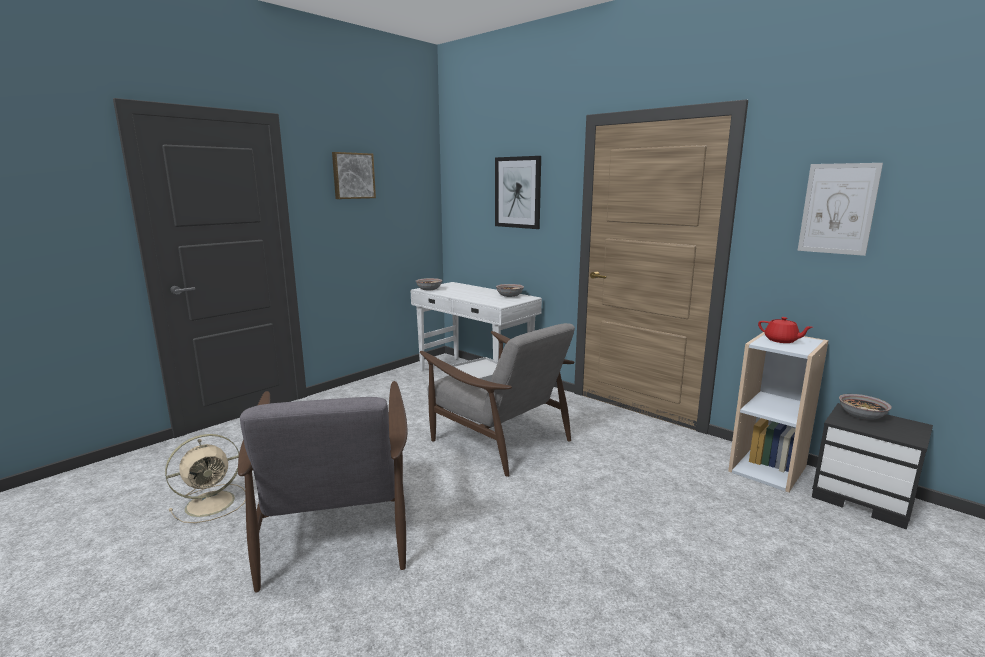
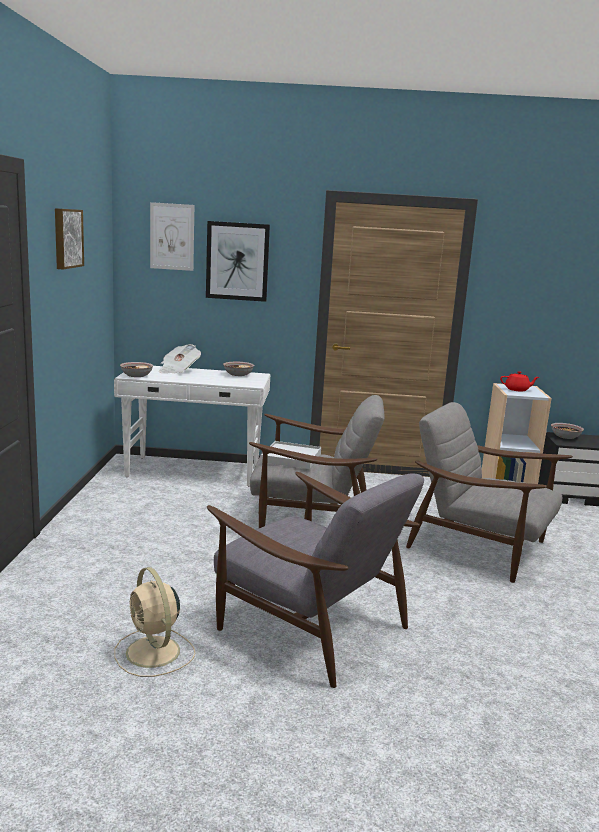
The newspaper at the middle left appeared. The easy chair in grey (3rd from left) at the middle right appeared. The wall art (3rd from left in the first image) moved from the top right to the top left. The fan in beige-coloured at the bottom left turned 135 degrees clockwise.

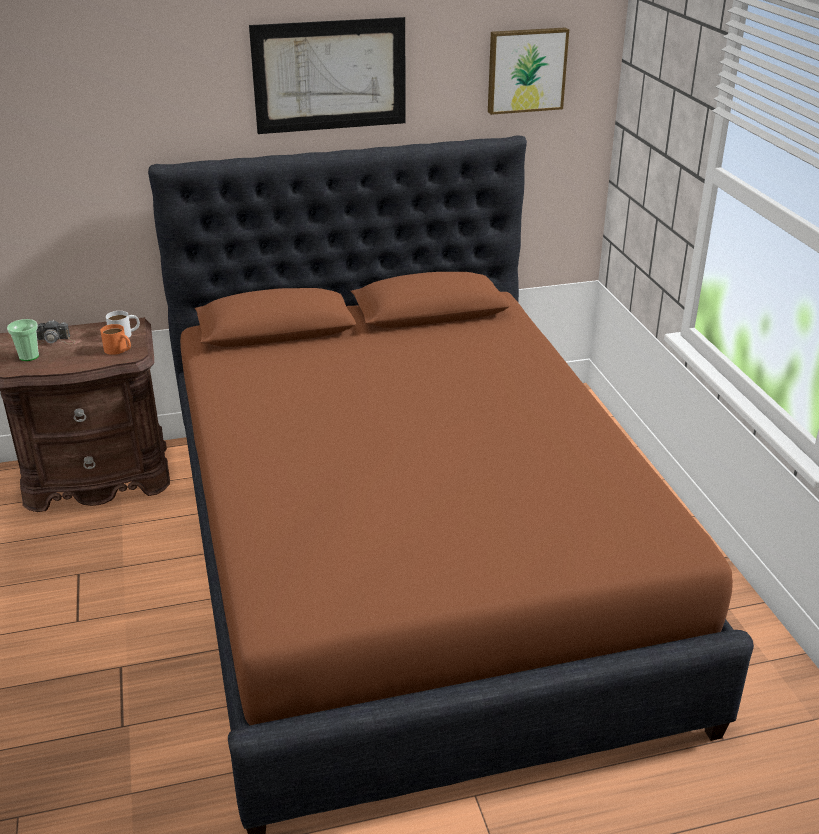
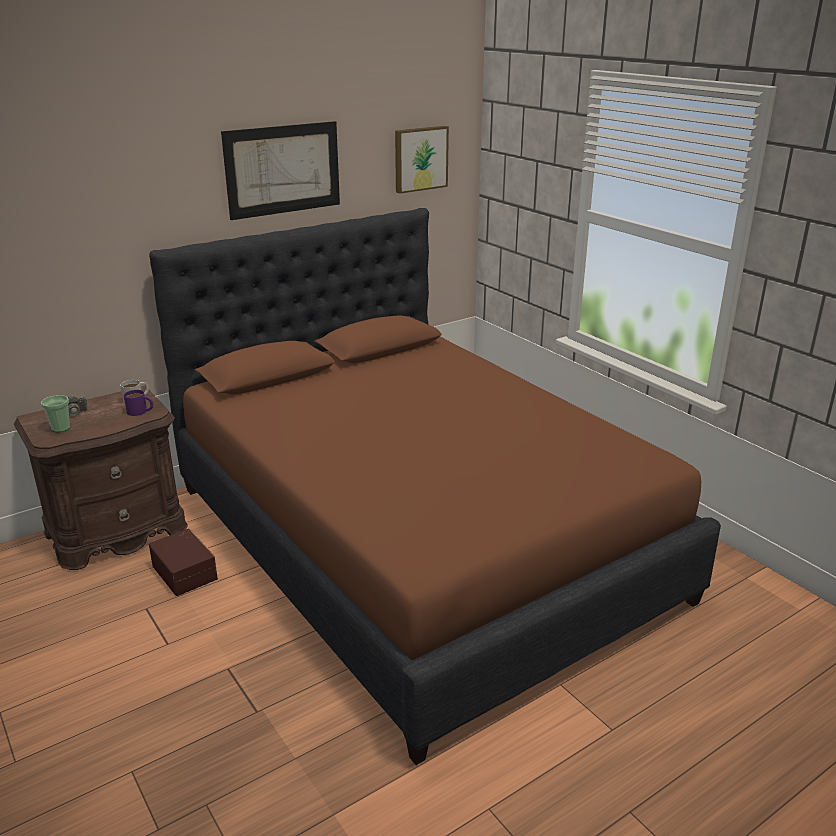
The storage box in brown-coloured at the bottom left appeared. The mug in orange-coloured at the middle left became the mug in purplish at the middle left.

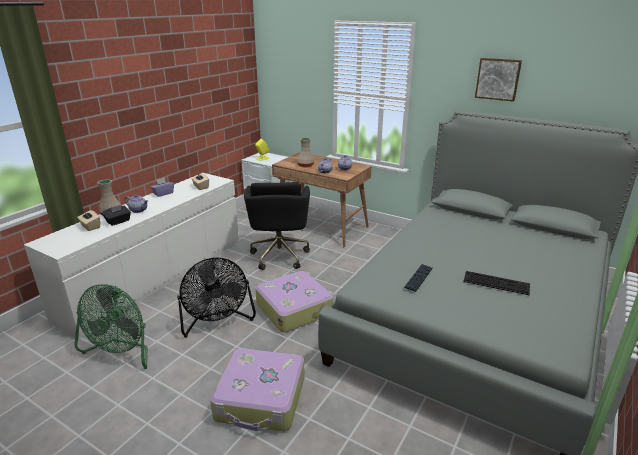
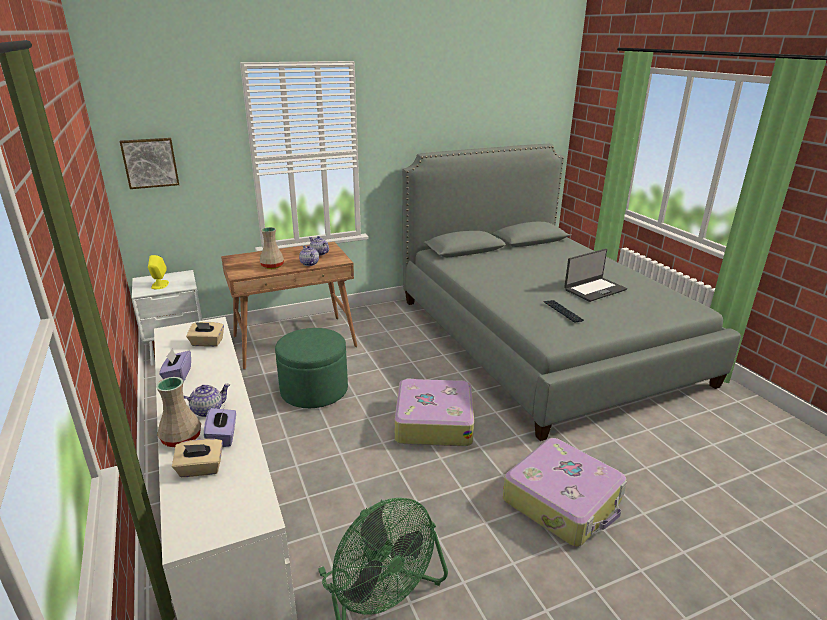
The fan in black at the centre disappeared. The wall art moved from the top right to the top left. The computer chair in black at the centre was replaced by the ottoman in green-coloured at the centre. The PC keyboard (2nd from left) at the middle right was replaced by the portable computer at the middle right. The box of tissues in black at the middle left became the box of tissues in purplish (2nd from left) at the bottom left.

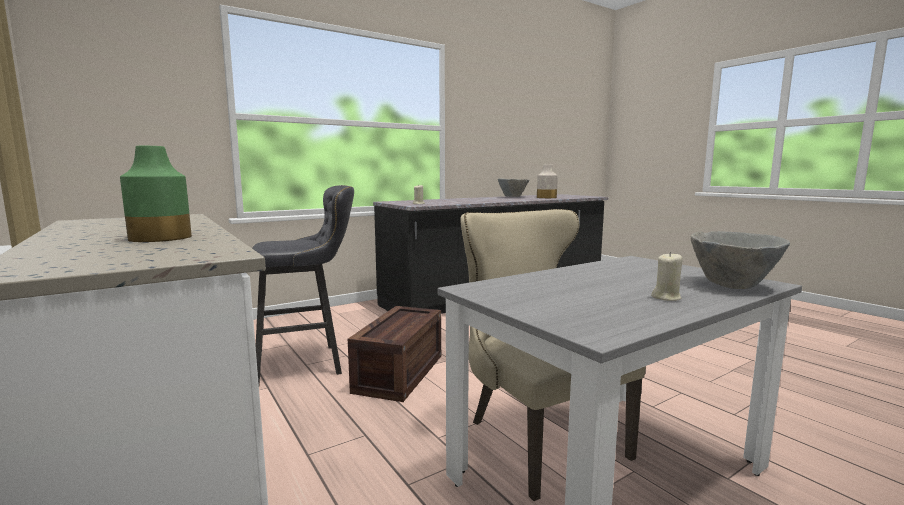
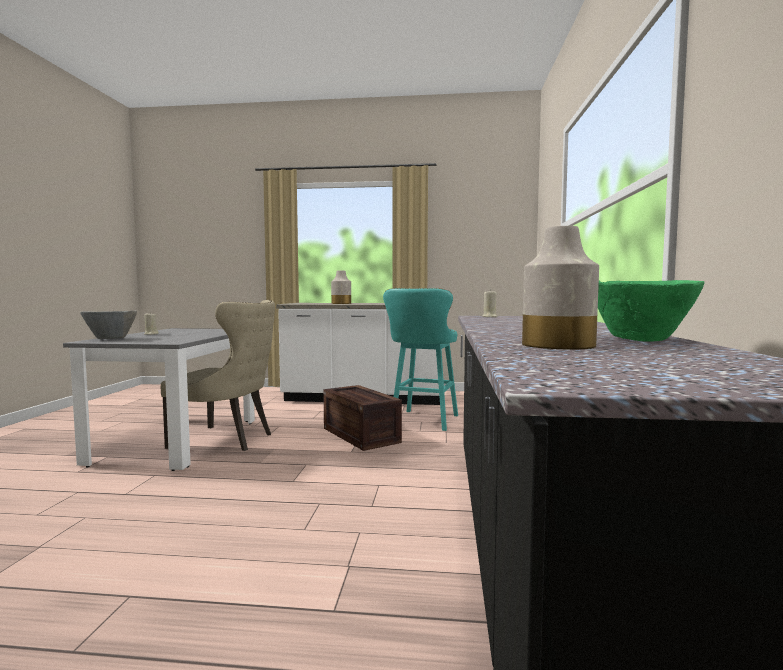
The vase in green-coloured at the middle left became the vase in beige-coloured (1st from left) at the centre. The stool seat in black at the centre became the stool seat in blue-green at the centre. The bowl in grey (1st from left) at the centre became the bowl in green-coloured at the middle right.

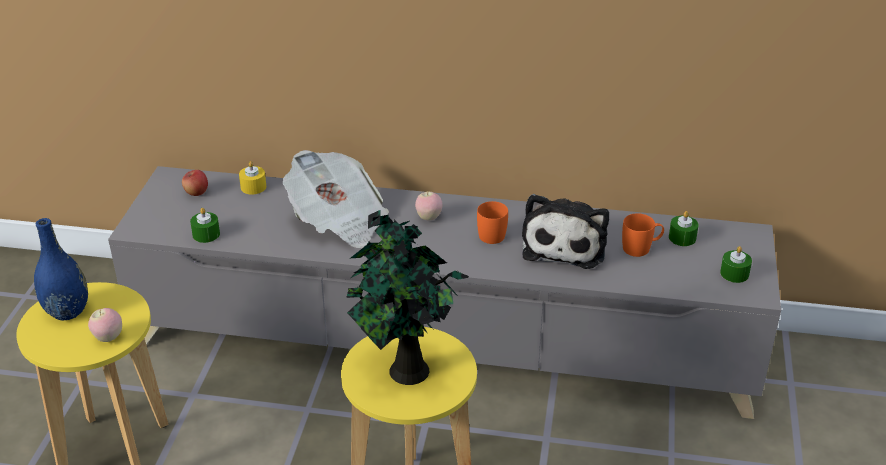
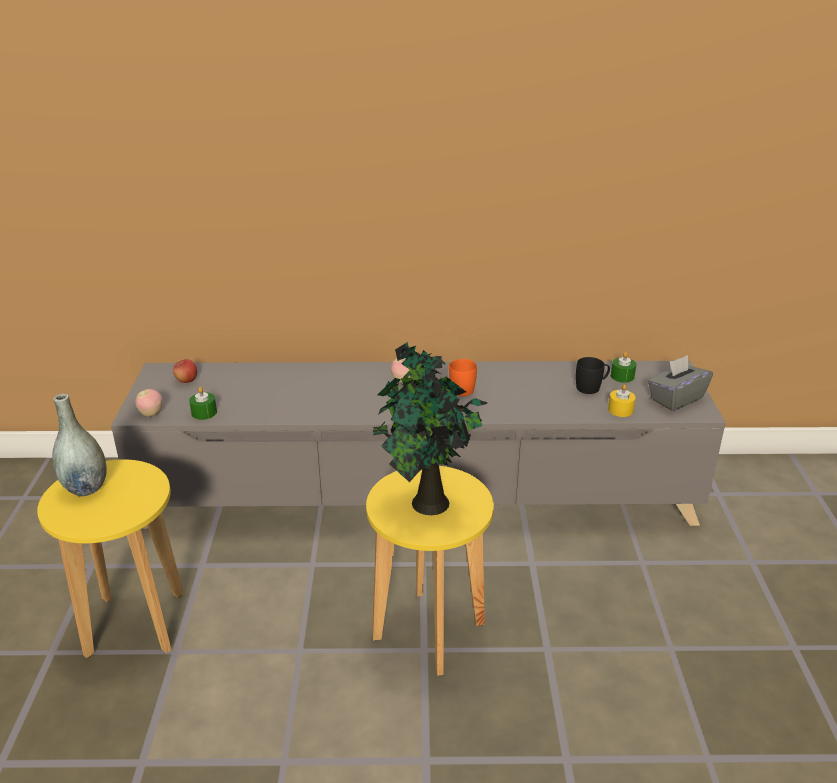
The newspaper at the centre disappeared. The soft toy at the centre disappeared. The apple (1st from left) moved from the bottom left to the middle left. The candle in yellowish moved from the middle left to the middle right. The candle in green-coloured (3rd from left) at the middle right was replaced by the box of tissues in grey at the middle right. The vase in blue at the middle left became the vase in grey at the middle left. The mug in orange-coloured (2nd from left) at the middle right became the mug in black at the middle right.

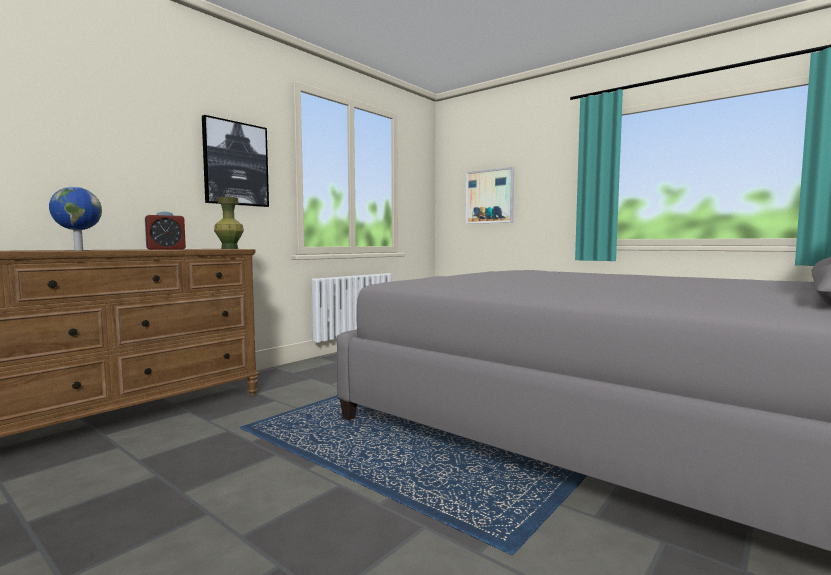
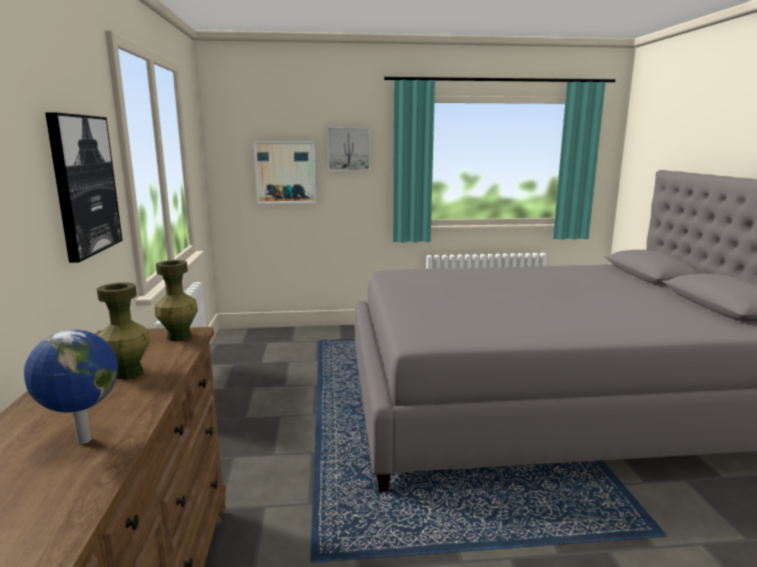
The wall art (3rd from left) at the top centre appeared. The alarm clock at the middle left was replaced by the vase in green-coloured (1st from left) at the middle left.

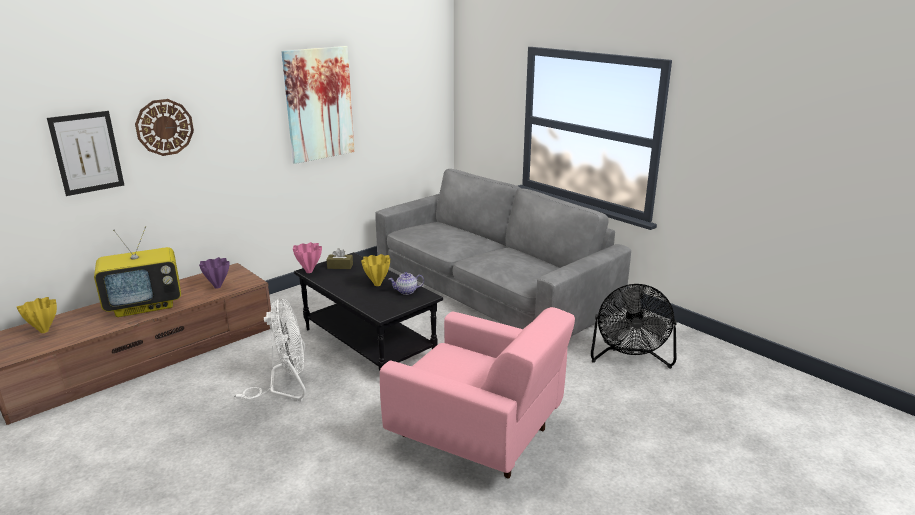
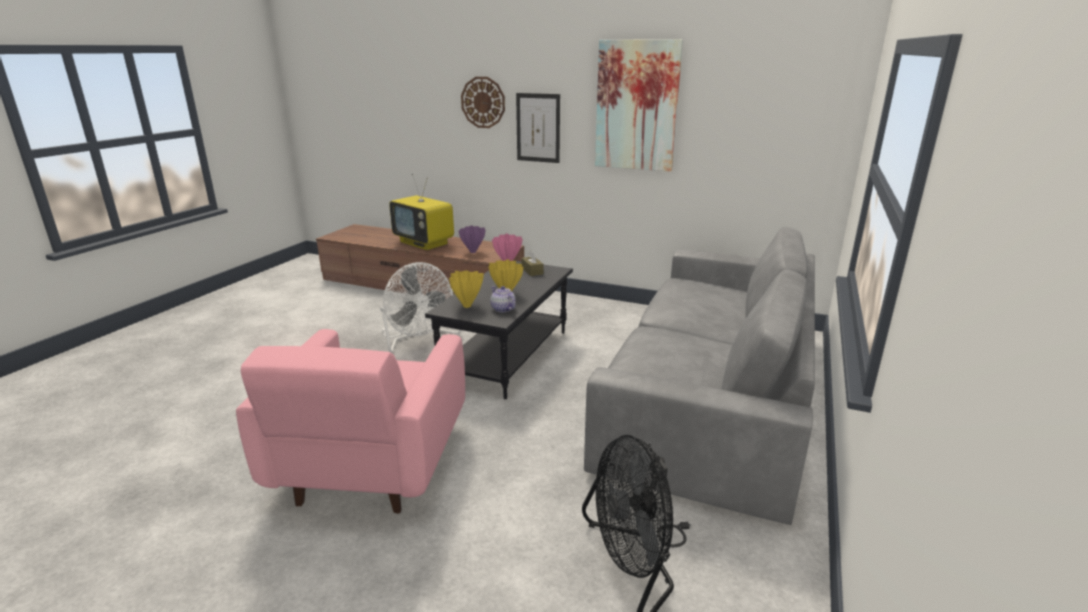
The vase in yellowish (1st from left) moved from the middle left to the centre. The wall art (1st from left) moved from the top left to the top centre.

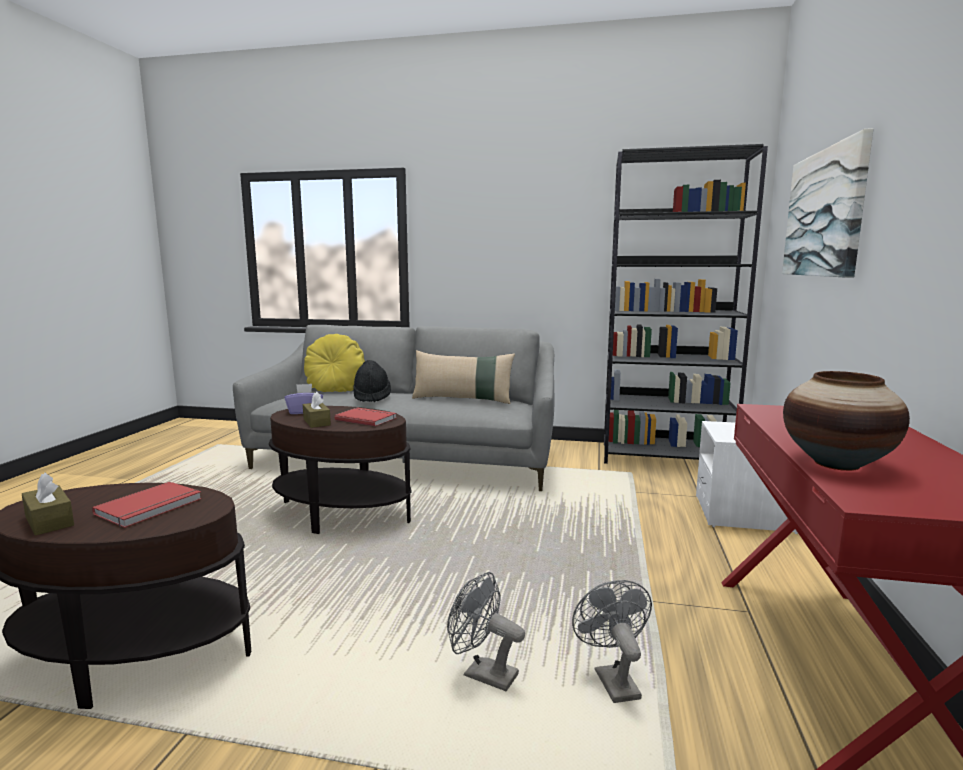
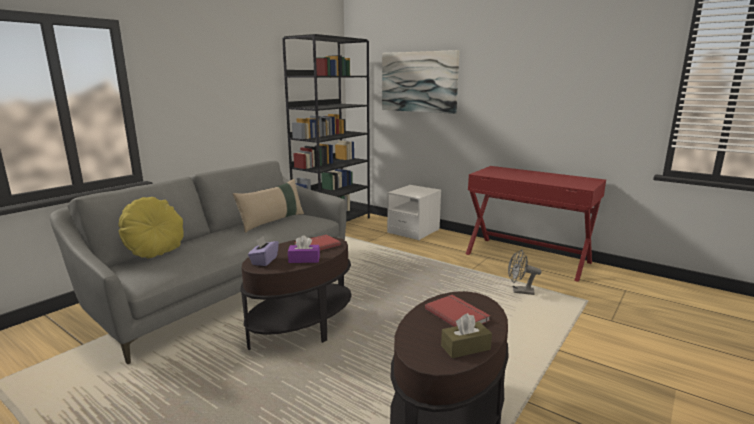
The clothing hat in black at the centre disappeared. The fan in grey (1st from left) at the bottom centre disappeared. The vase at the middle right disappeared. The box of tissues in brown-coloured (2nd from left) at the middle left became the box of tissues in purplish (2nd from left) at the centre.

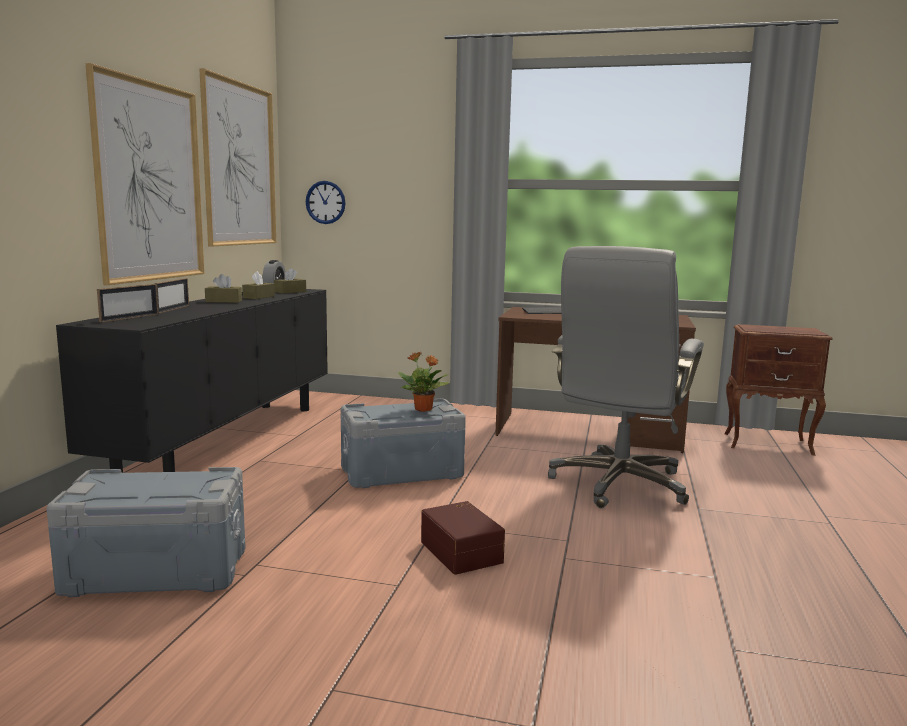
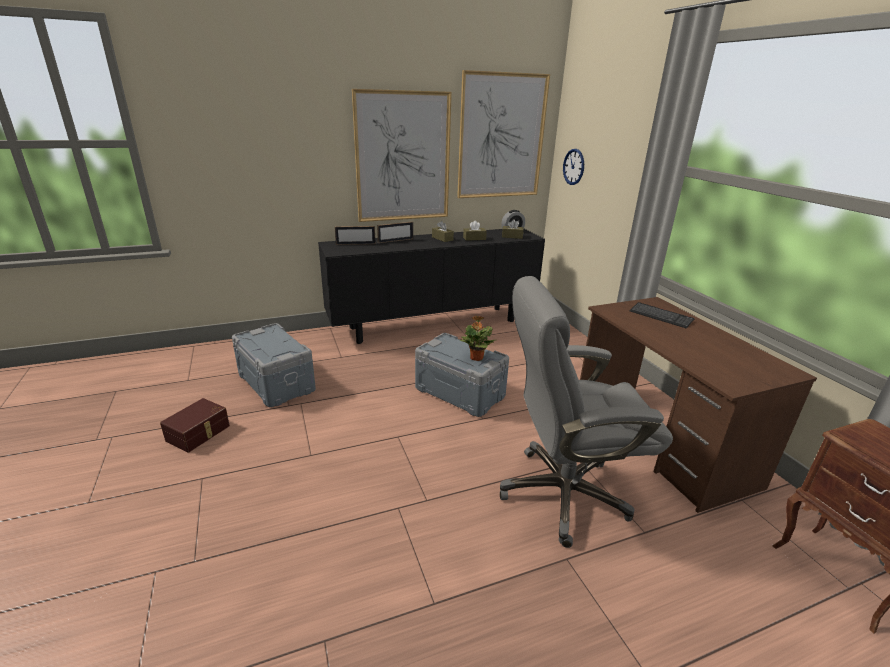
The storage box in brown-coloured moved from the bottom centre to the middle left.

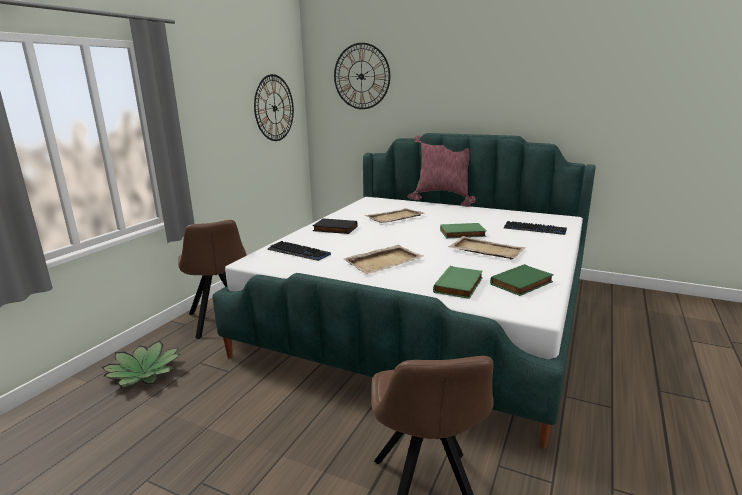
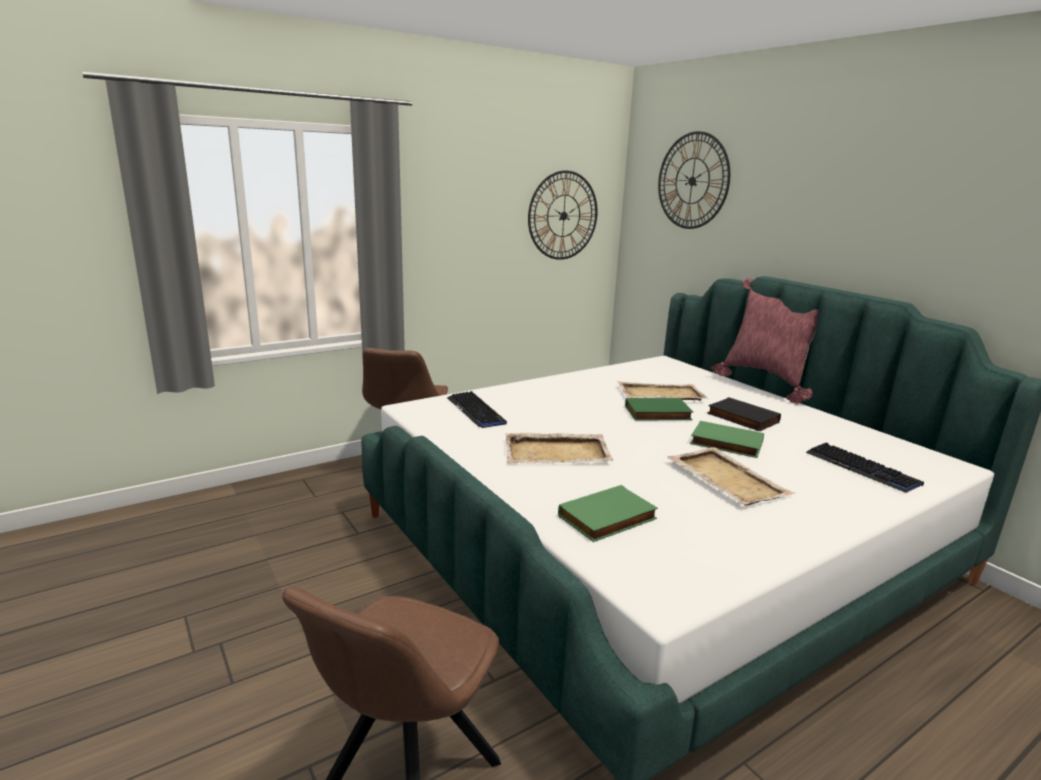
The houseplant at the bottom left disappeared. The bound book in black moved from the centre to the middle right. The bound book in green-coloured (3rd from left in the first image) moved from the middle right to the centre.

